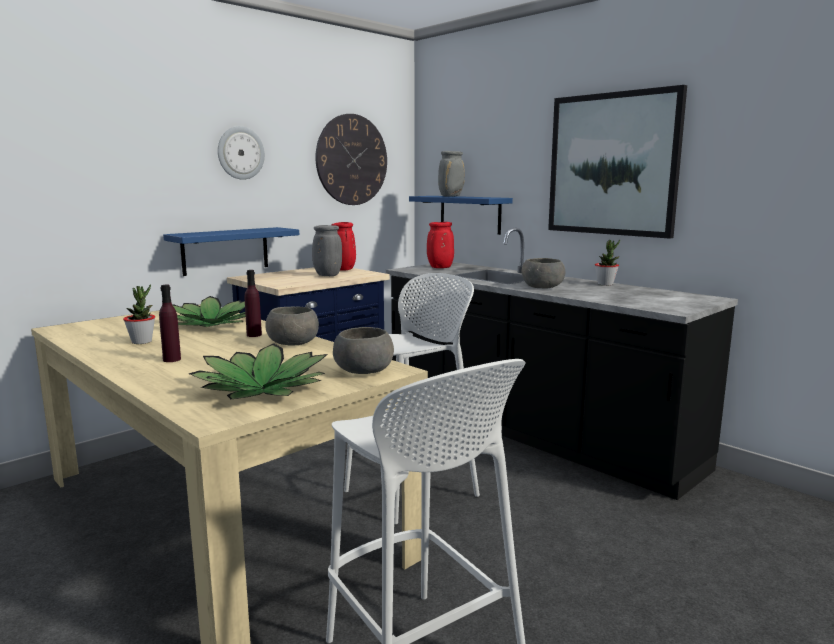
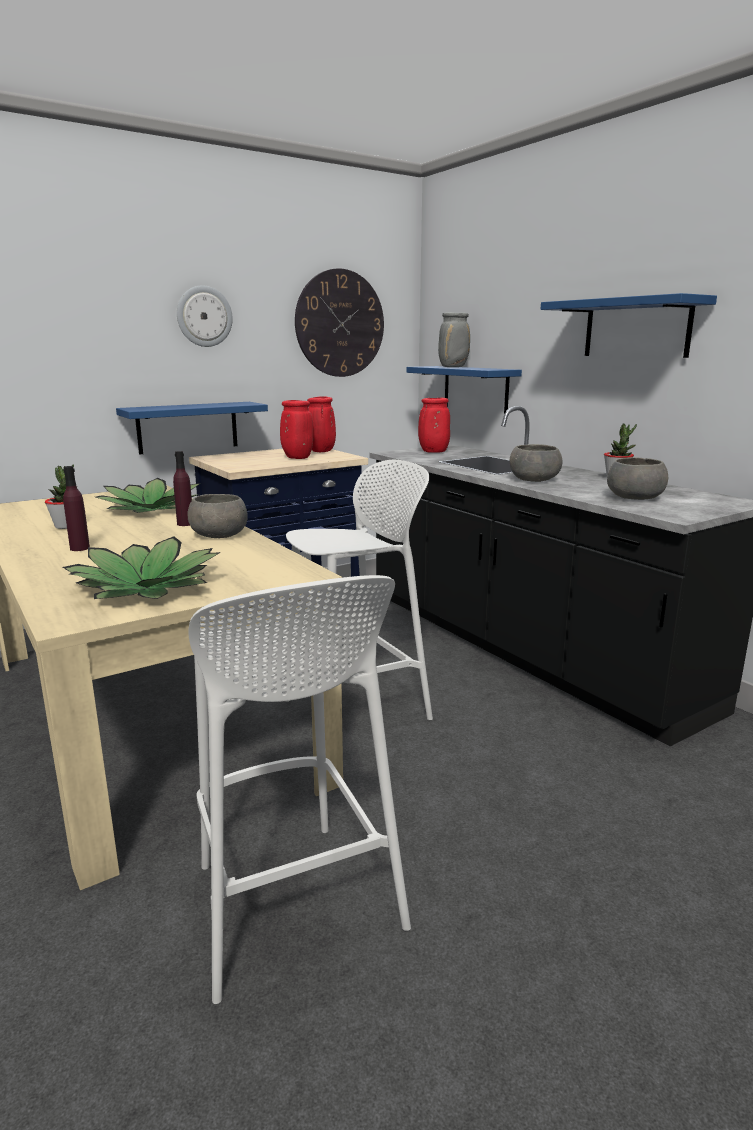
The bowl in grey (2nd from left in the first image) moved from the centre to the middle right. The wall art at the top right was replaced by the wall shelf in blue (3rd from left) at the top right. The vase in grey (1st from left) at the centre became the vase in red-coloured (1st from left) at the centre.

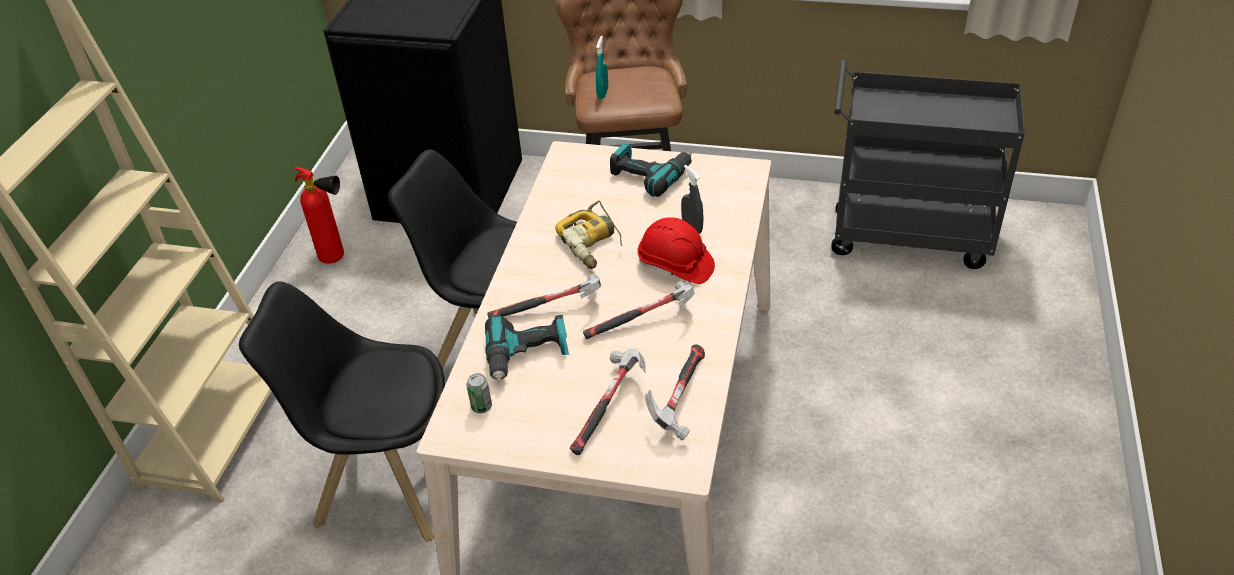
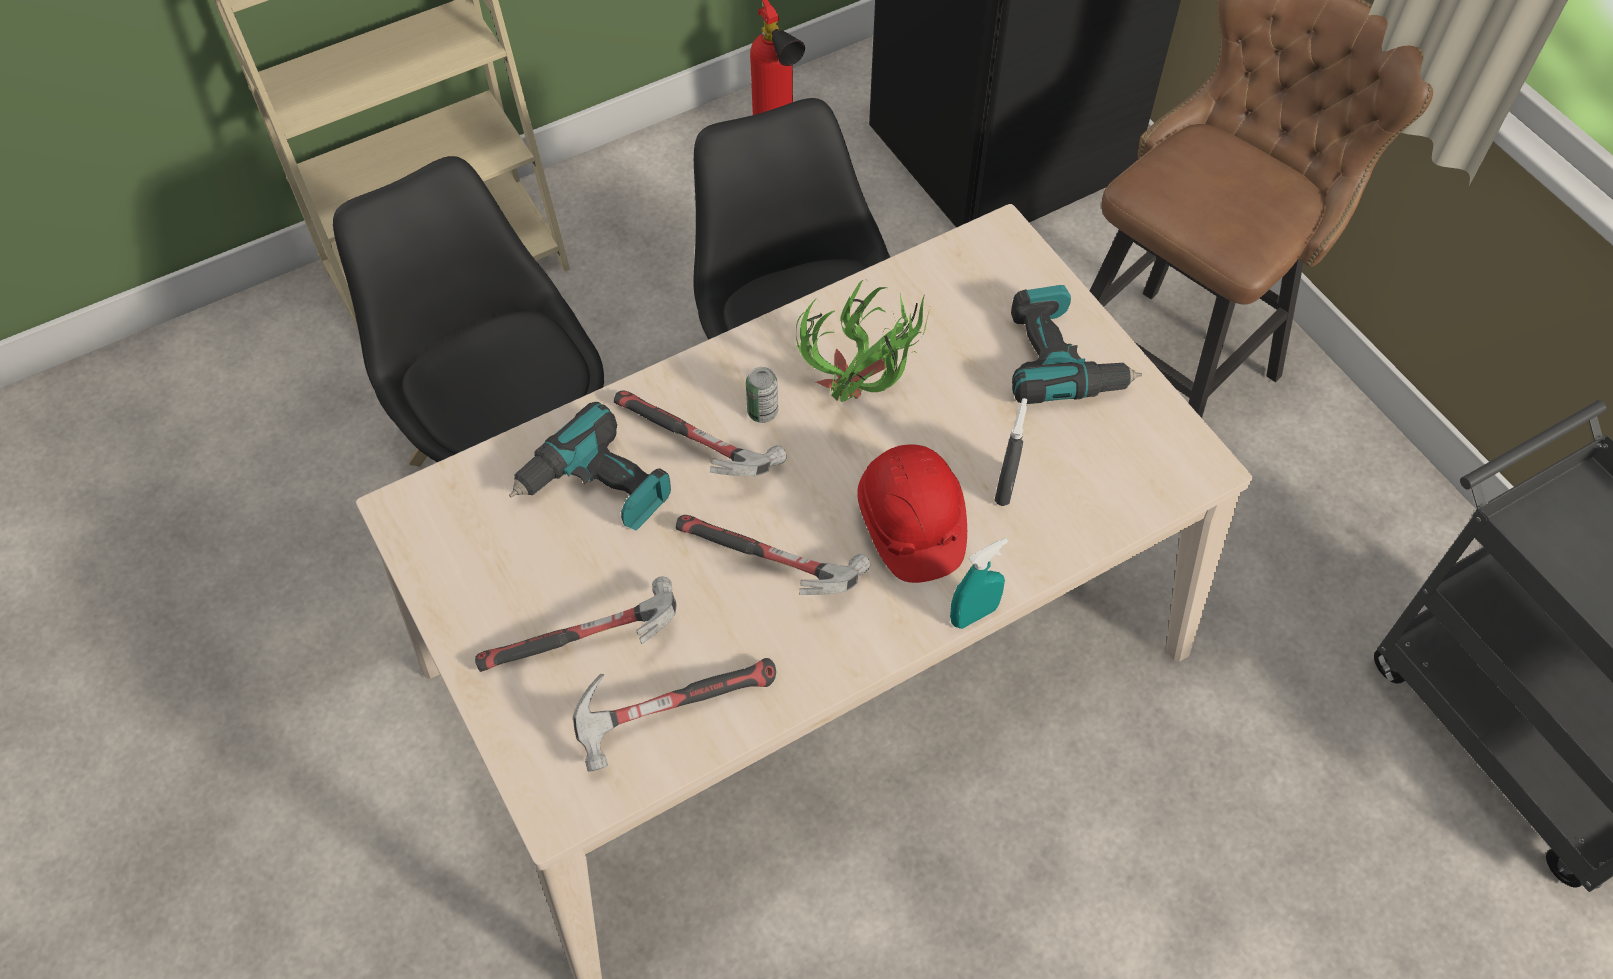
The can moved from the bottom centre to the centre. The sprayer in blue-green moved from the top centre to the centre. The electric drill (2nd from left) at the centre was replaced by the houseplant at the centre.

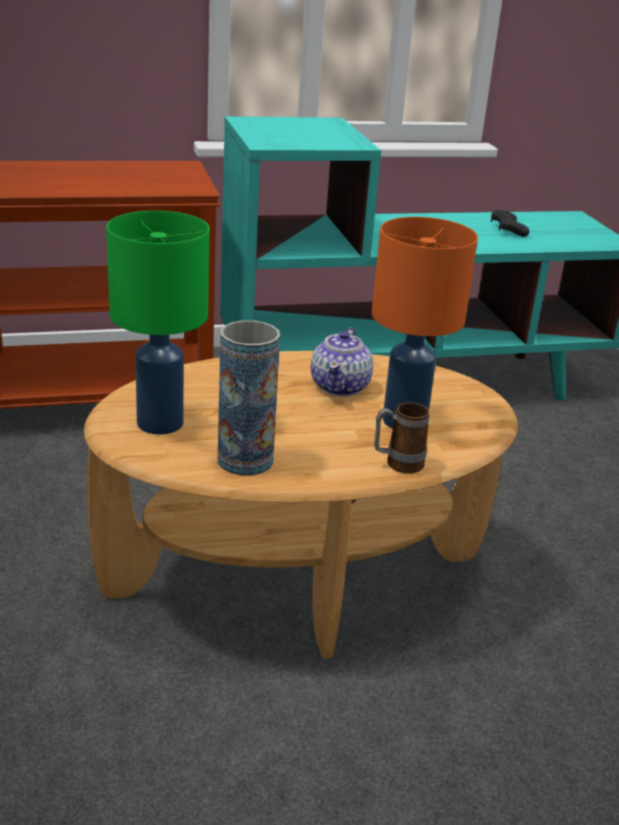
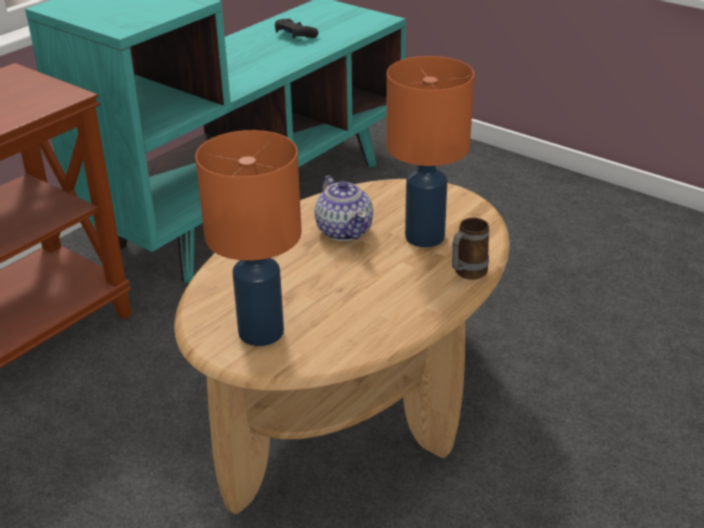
The vase at the centre disappeared. The table lamp in green-coloured at the middle left became the table lamp in orange-coloured (1st from left) at the centre.

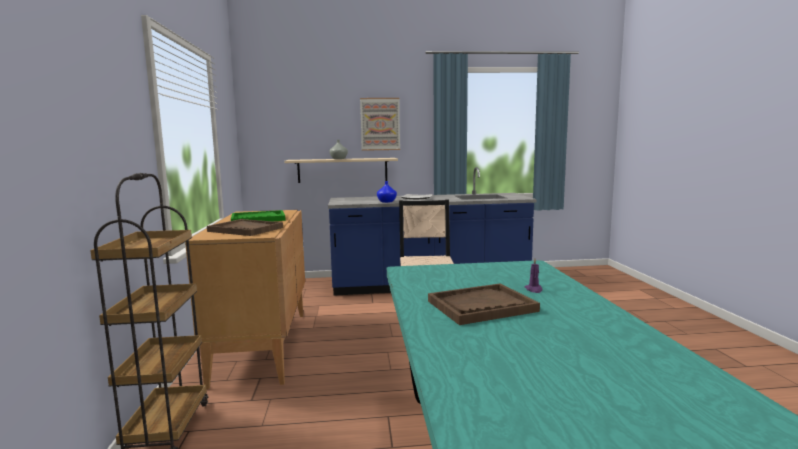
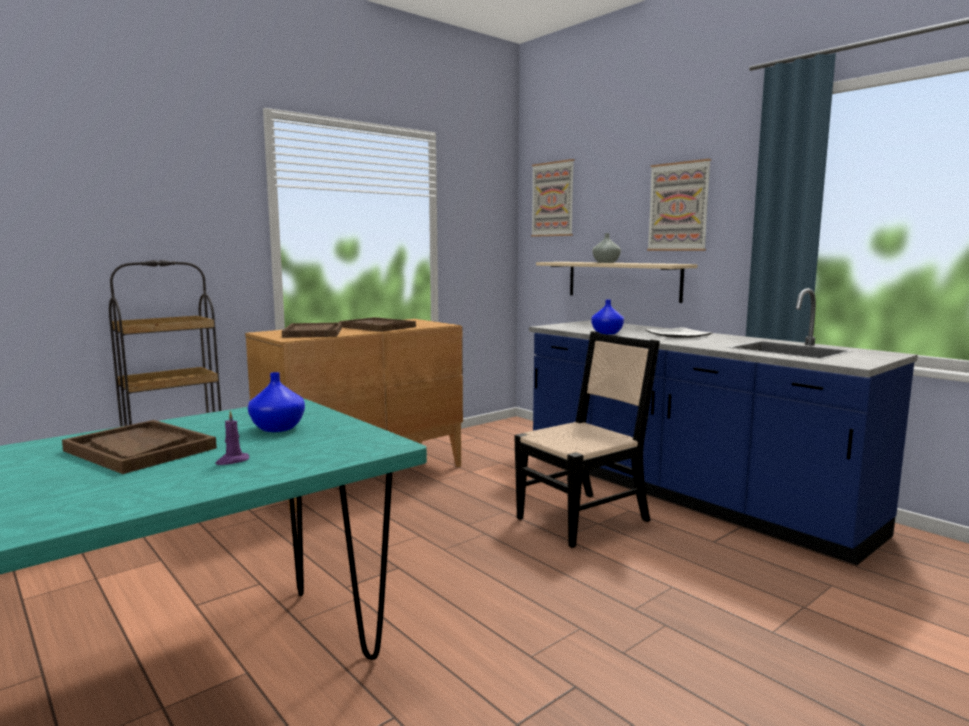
The vase in blue (1st from left) at the middle left appeared. The wall art (1st from left) at the top centre appeared. The serving tray in green-coloured at the middle left became the serving tray in brown-coloured (3rd from left) at the centre.

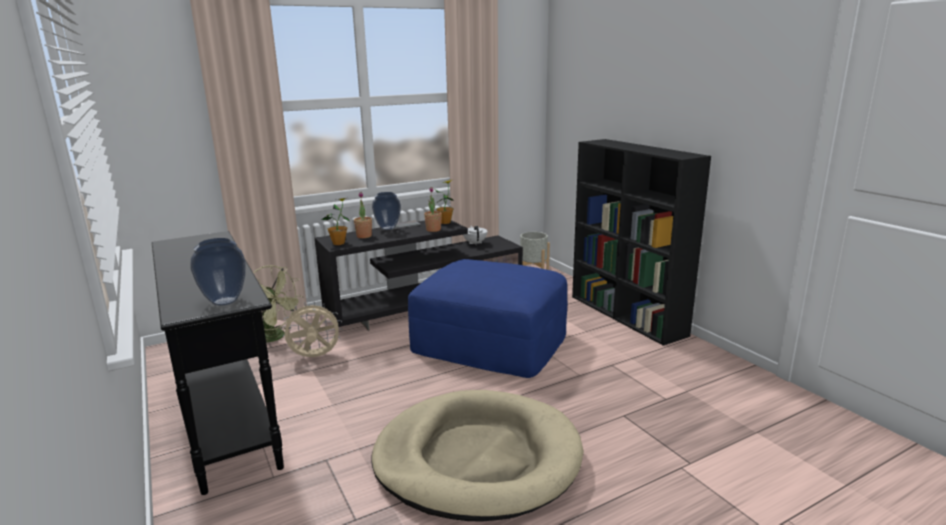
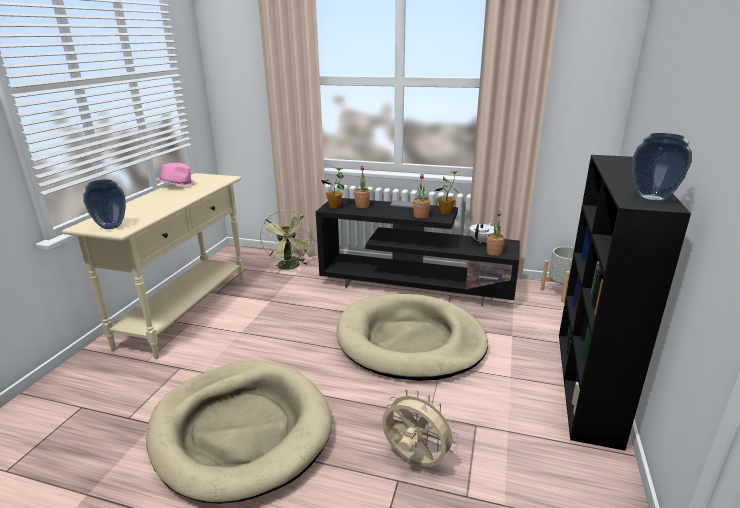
The clothing hat in pink-coloured at the middle left appeared. The houseplant (5th from left) at the middle right appeared. The fan in beige-coloured moved from the middle left to the bottom centre. The vase (2nd from left) moved from the centre to the top right. The ottoman in blue at the centre was replaced by the pet bed in beige-coloured (2nd from left) at the centre. The narrow table in black at the bottom left became the narrow table in beige-coloured at the middle left.

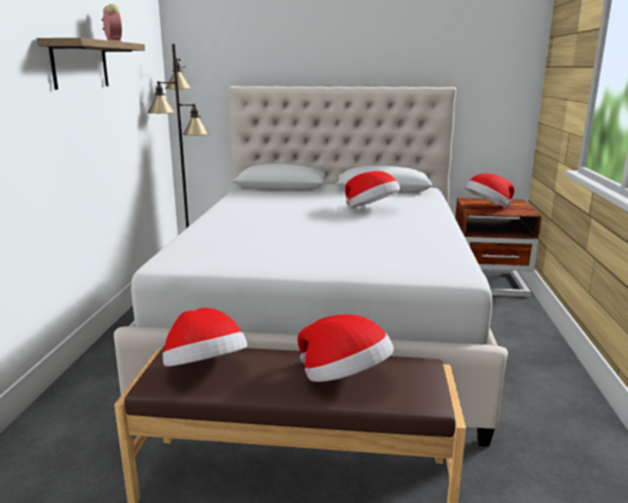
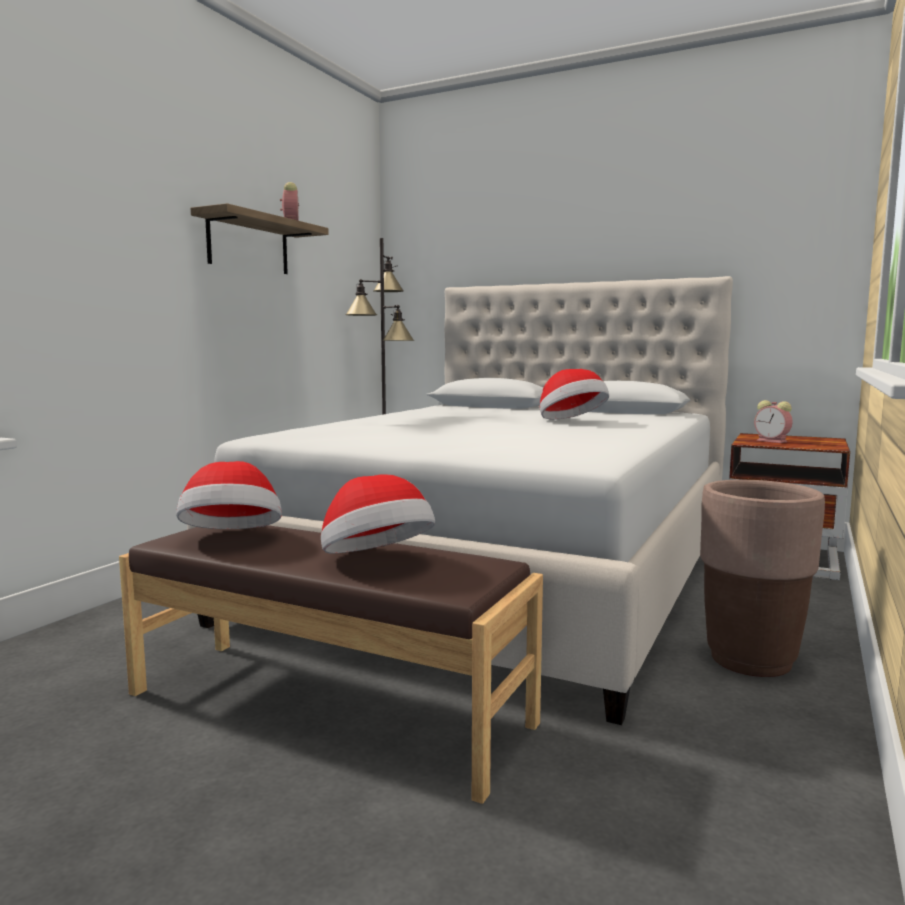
The plant pot in brown-coloured at the middle right appeared. The clothing hat (4th from left) at the middle right was replaced by the alarm clock (2nd from left) at the middle right.

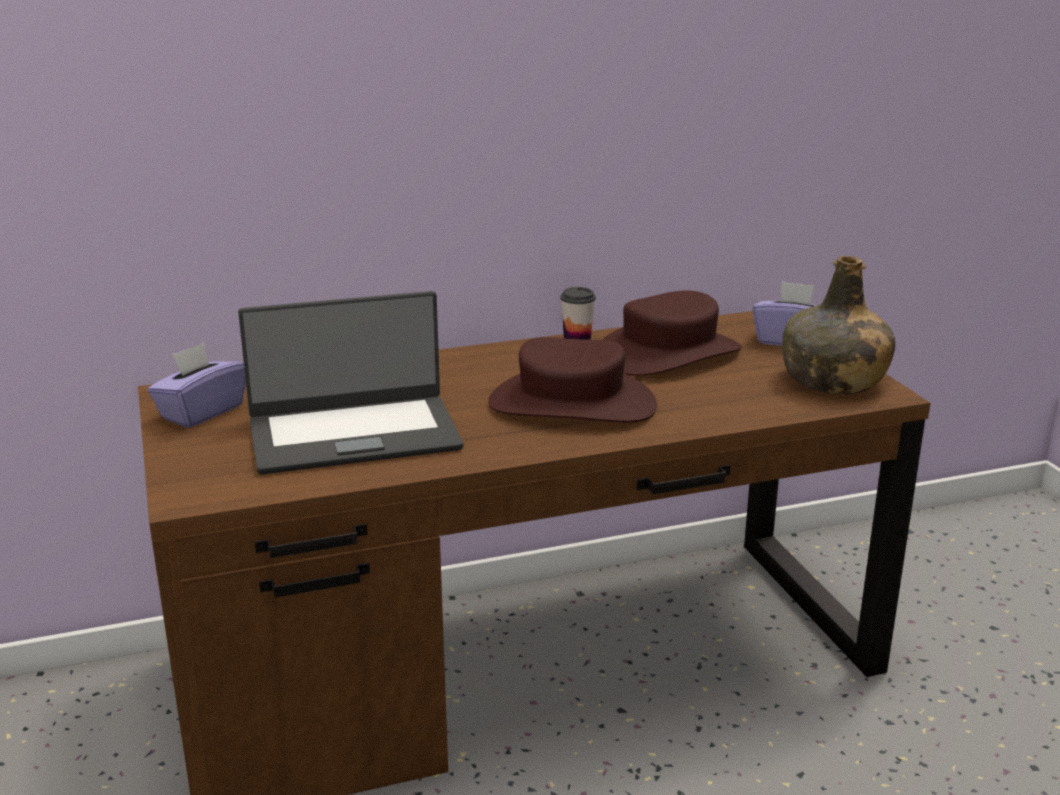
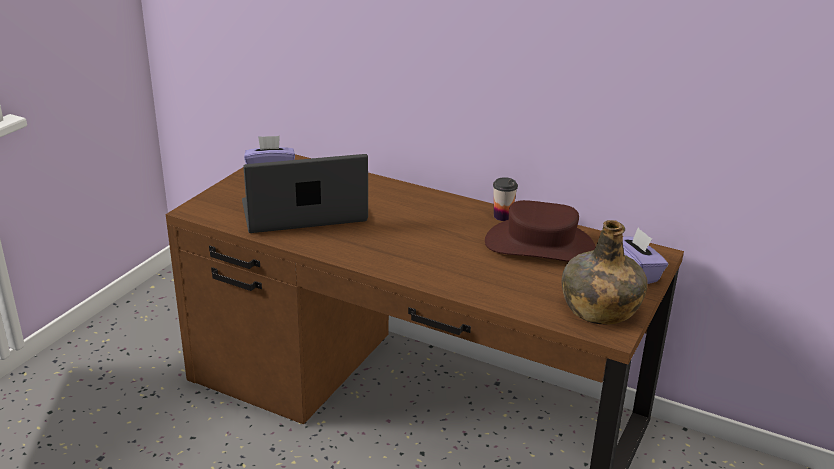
The clothing hat in brown-coloured (1st from left) at the centre disappeared. The portable computer at the middle left turned 135 degrees clockwise.

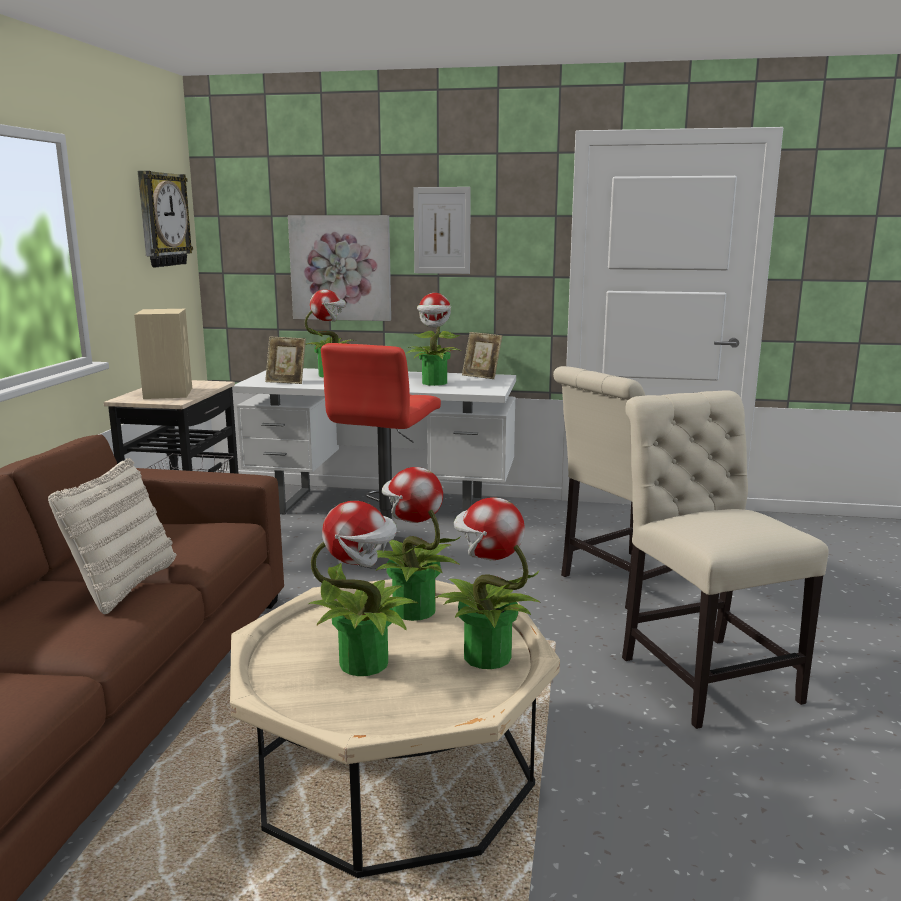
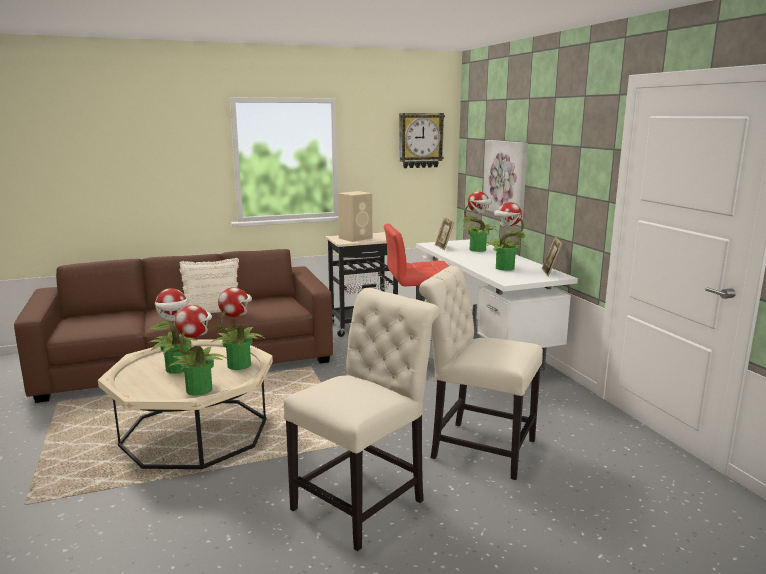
The wall art (2nd from left) at the top centre disappeared.

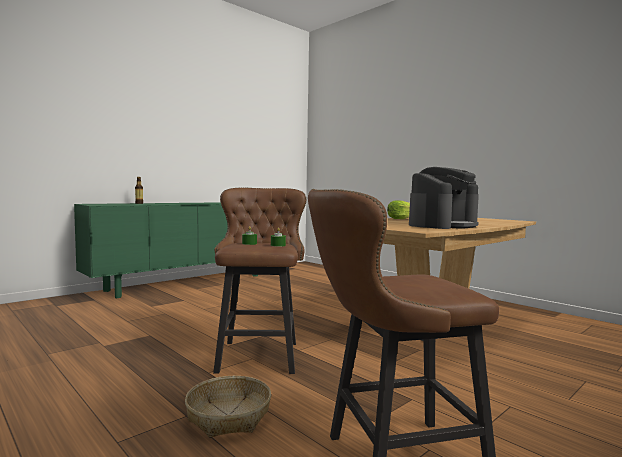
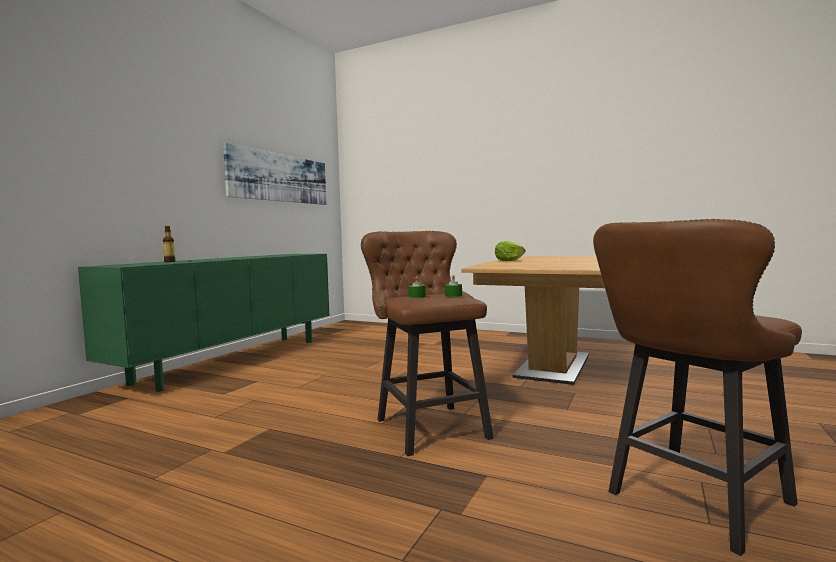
The basket at the bottom centre disappeared. The coffee machine at the middle right disappeared. The wall art at the top left appeared.

